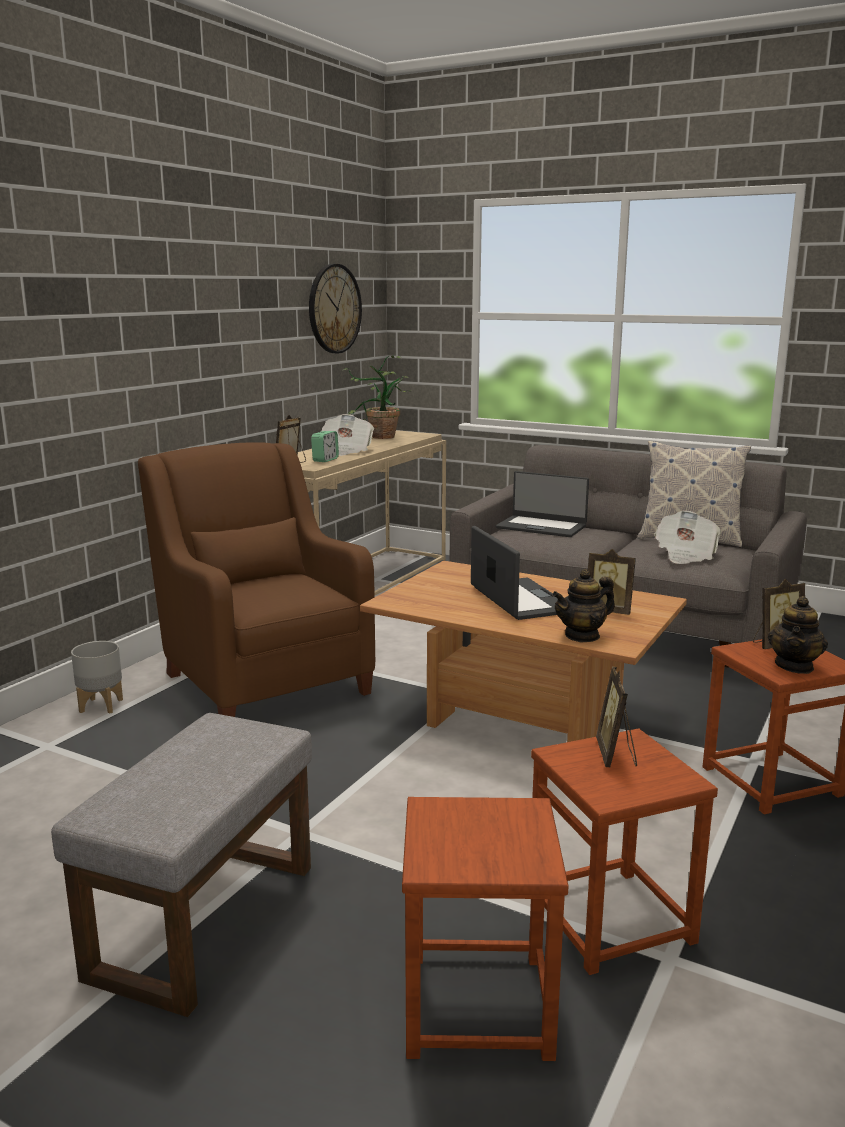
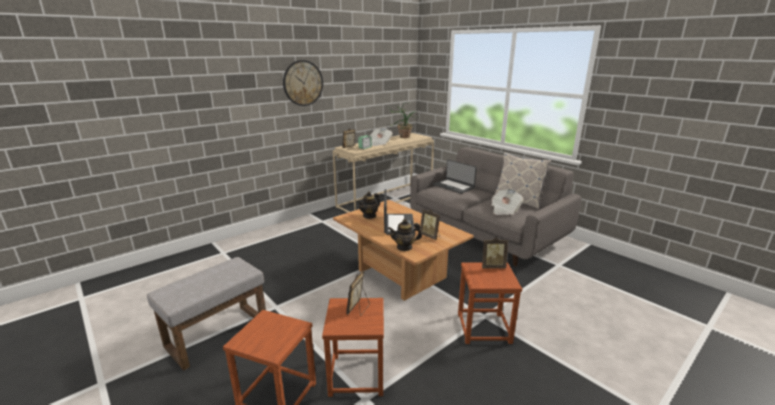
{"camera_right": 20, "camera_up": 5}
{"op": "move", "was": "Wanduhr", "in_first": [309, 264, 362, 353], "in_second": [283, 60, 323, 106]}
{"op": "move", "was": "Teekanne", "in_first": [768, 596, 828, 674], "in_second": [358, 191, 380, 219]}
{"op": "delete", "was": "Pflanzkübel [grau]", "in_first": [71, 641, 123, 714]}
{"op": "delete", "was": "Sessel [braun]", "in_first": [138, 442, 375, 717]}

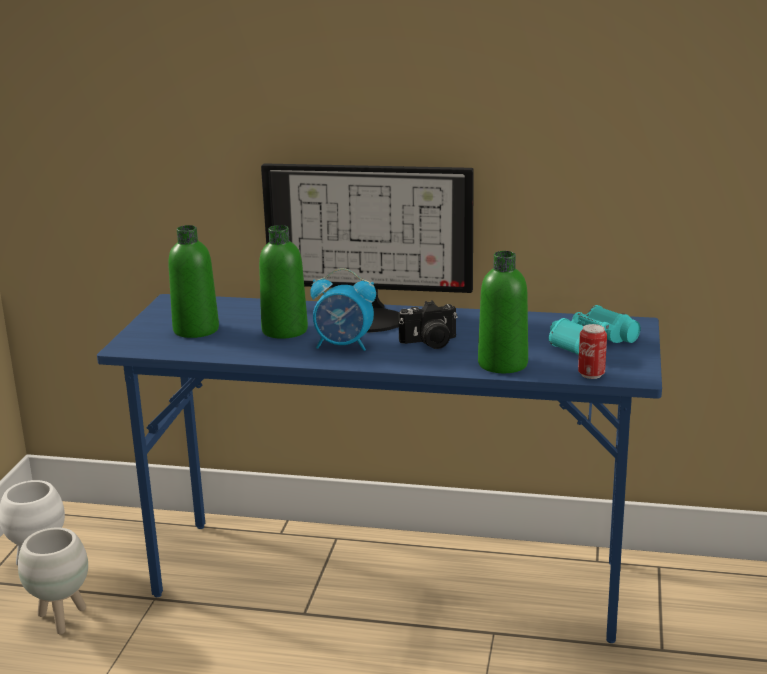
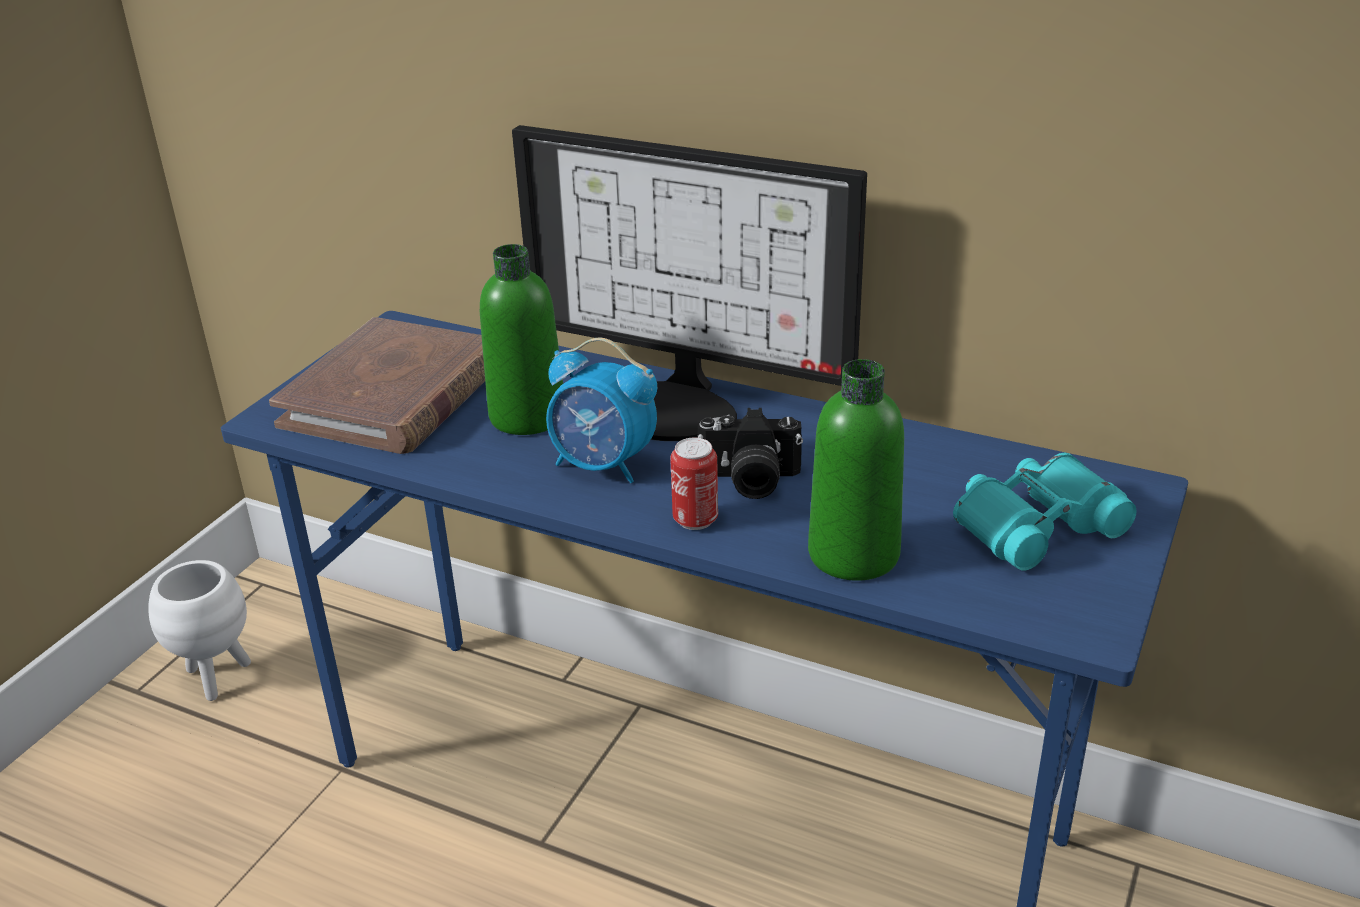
{"camera_right": 15, "camera_up": 10}
{"op": "replace", "was": "Flasche [grün]", "now": "Buch [braun]", "in_first": [168, 225, 219, 338], "in_second": [269, 317, 485, 454]}
{"op": "move", "was": "Dose", "in_first": [578, 324, 607, 379], "in_second": [670, 438, 718, 530]}
{"op": "delete", "was": "Pflanzkübel [weiß]", "in_first": [18, 528, 88, 634]}

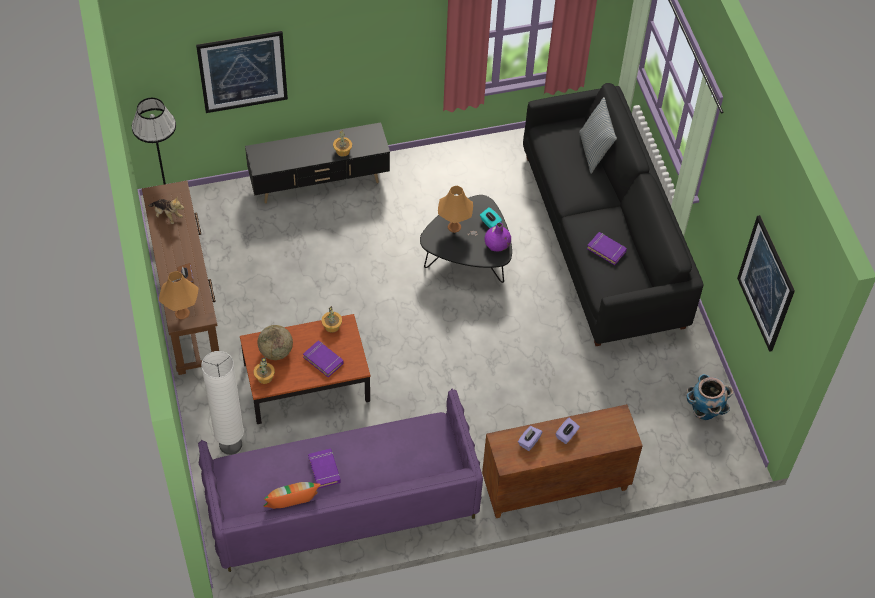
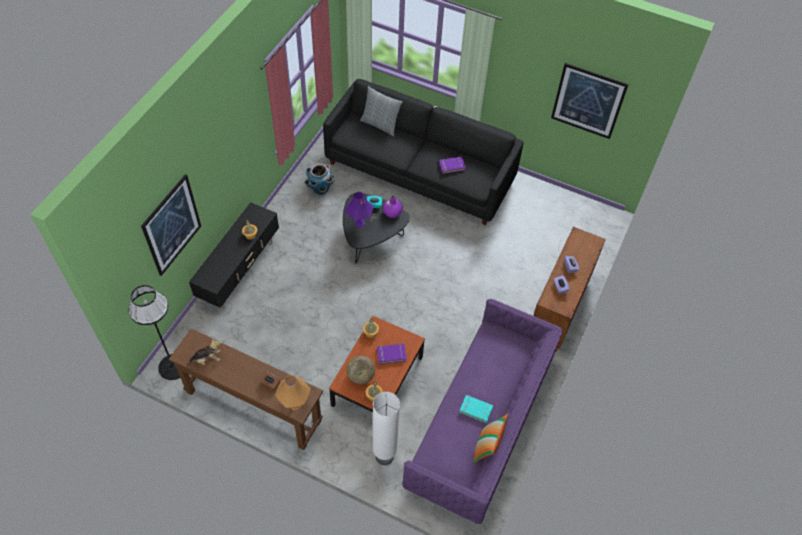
{"camera_right": -50, "camera_up": 0}
{"op": "move", "was": "Pflanzkübel", "in_first": [687, 374, 734, 420], "in_second": [304, 163, 335, 195]}
{"op": "recolor", "was": "Tischlampe [orange]", "now": "Tischlampe [lila]", "in_first": [438, 186, 473, 233], "in_second": [345, 192, 373, 228]}
{"op": "recolor", "was": "Buch [lila]", "now": "Buch [türkis]", "in_first": [308, 449, 341, 489], "in_second": [459, 395, 493, 423]}

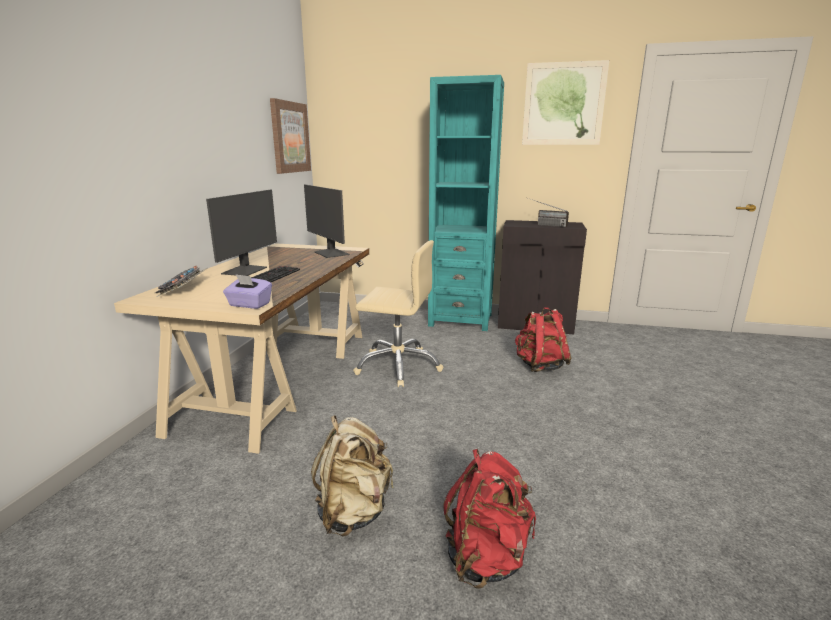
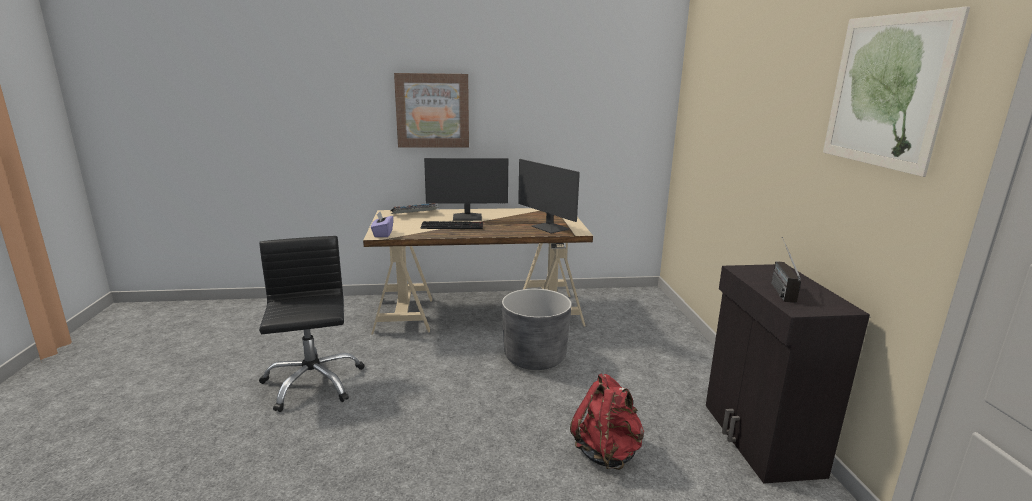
{"camera_right": 70, "camera_up": 0}
{"op": "replace", "was": "Rucksack [beige]", "now": "Bürostuhl [schwarz]", "in_first": [311, 415, 394, 537], "in_second": [259, 236, 365, 412]}
{"op": "move", "was": "Bild", "in_first": [270, 98, 311, 174], "in_second": [394, 73, 469, 147]}
{"op": "replace", "was": "Bürostuhl [beige]", "now": "Pflanzkübel [grau]", "in_first": [353, 240, 443, 387], "in_second": [502, 289, 572, 370]}
{"op": "rotate", "was": "Monitor", "in_first": [304, 185, 350, 258], "in_second": [518, 159, 580, 234], "clockwise": -75}
{"op": "delete", "was": "Bücherregal [türkis]", "in_first": [428, 75, 504, 331]}
{"op": "delete", "was": "Rucksack [rot]", "in_first": [443, 449, 536, 589]}

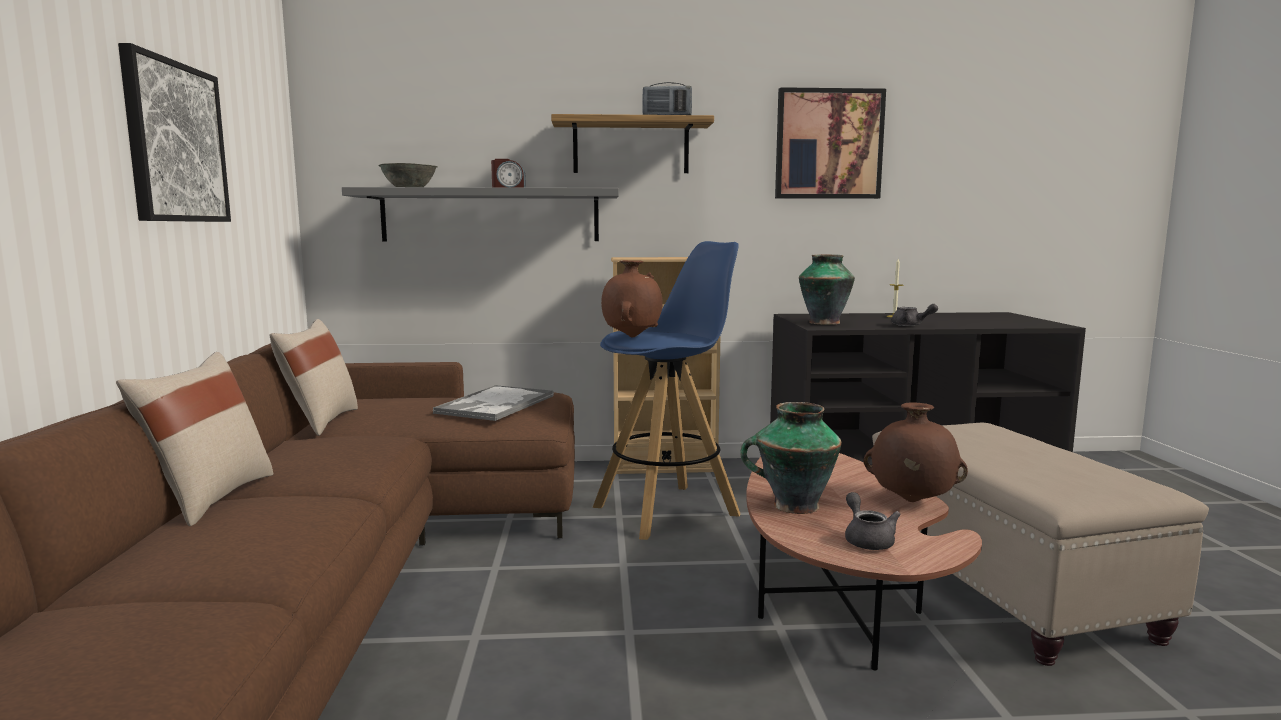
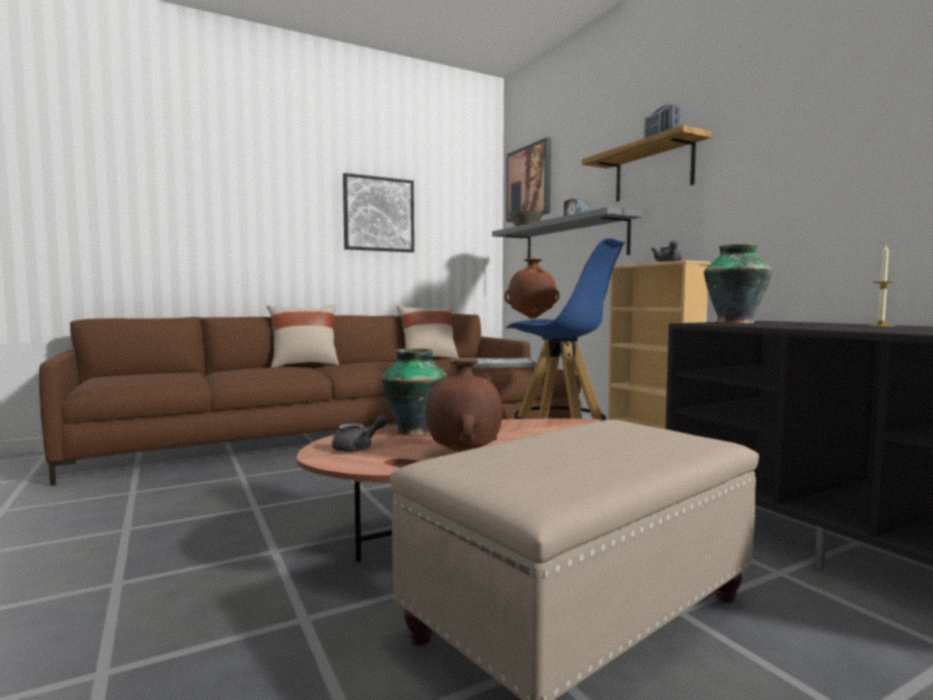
{"camera_right": 65, "camera_up": -5}
{"op": "move", "was": "Bild", "in_first": [775, 87, 886, 199], "in_second": [506, 137, 551, 222]}
{"op": "move", "was": "Teekanne [grau]", "in_first": [891, 304, 938, 326], "in_second": [651, 240, 682, 262]}

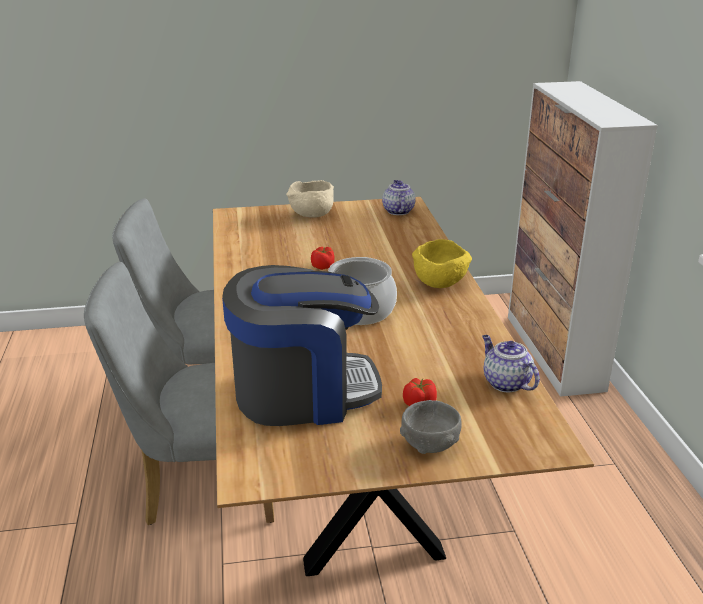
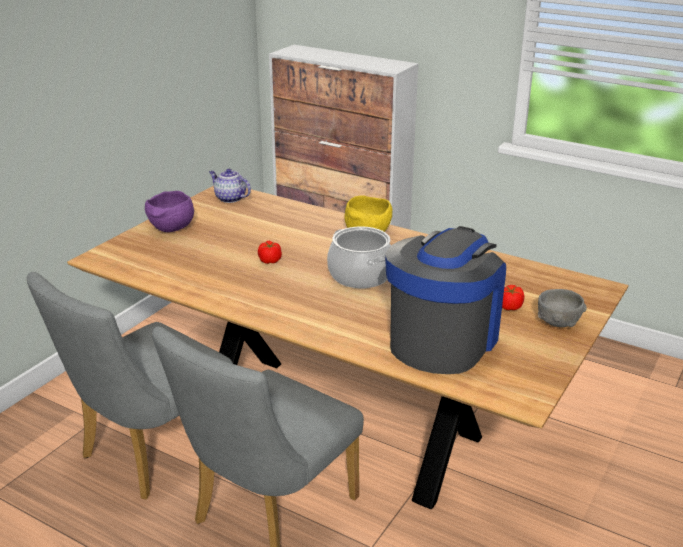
{"camera_right": -50, "camera_up": 0}
{"op": "recolor", "was": "Schüssel [beige]", "now": "Schüssel [lila]", "in_first": [286, 180, 334, 218], "in_second": [145, 191, 194, 232]}
{"op": "delete", "was": "Teekanne", "in_first": [482, 335, 540, 392]}

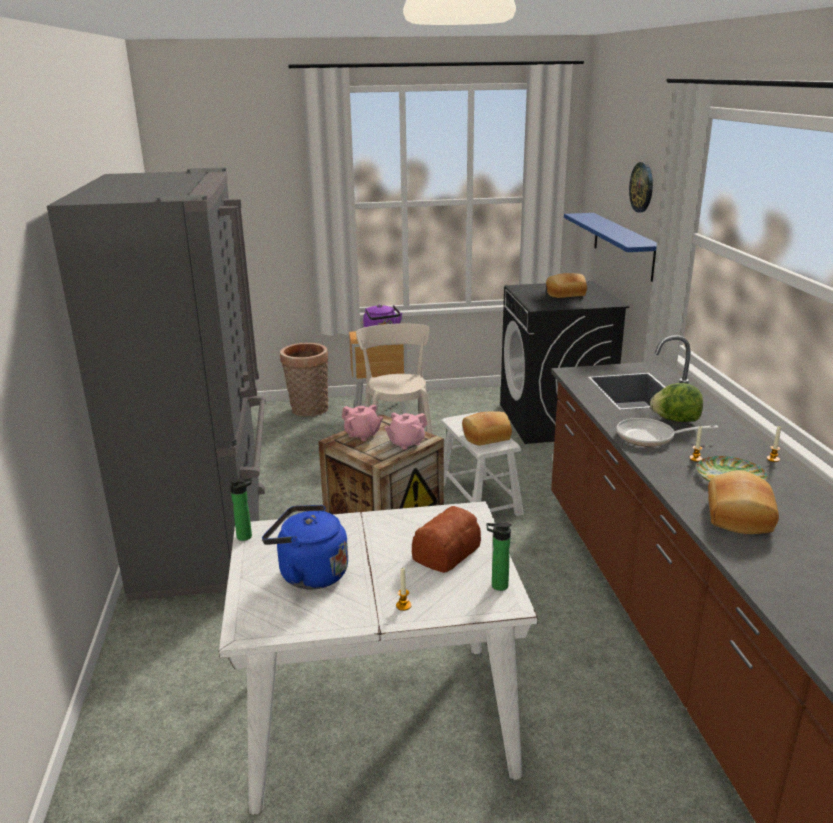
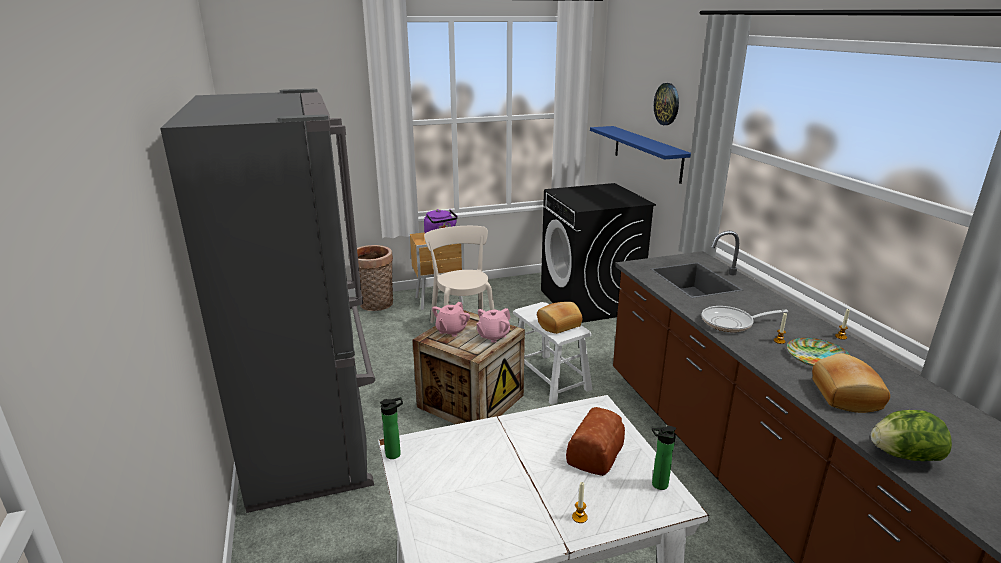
{"camera_right": -10, "camera_up": 0}
{"op": "rotate", "was": "Teekanne [rosa]", "in_first": [342, 405, 383, 441], "in_second": [432, 302, 470, 337], "clockwise": 90}
{"op": "move", "was": "Salatkopf", "in_first": [650, 383, 703, 422], "in_second": [871, 410, 952, 461]}
{"op": "delete", "was": "Wasserkessel [blau]", "in_first": [262, 505, 348, 589]}
{"op": "delete", "was": "Brot", "in_first": [546, 273, 587, 298]}

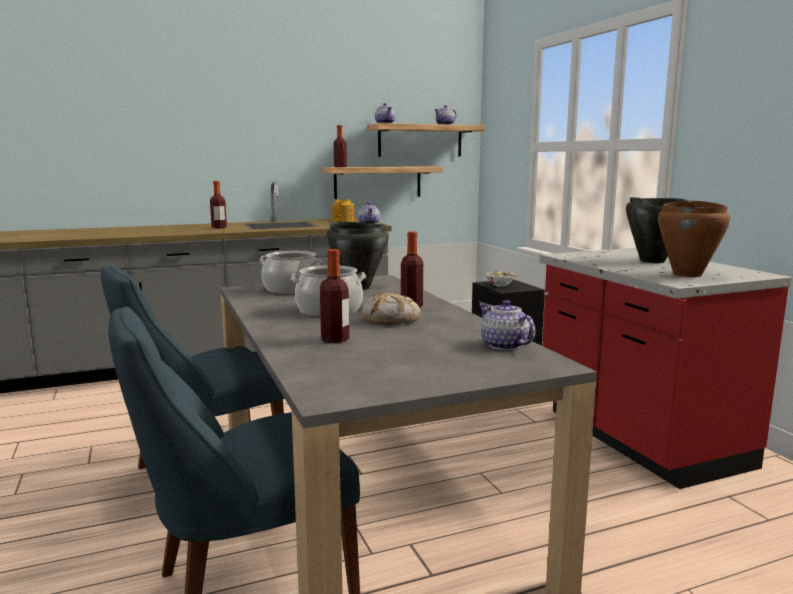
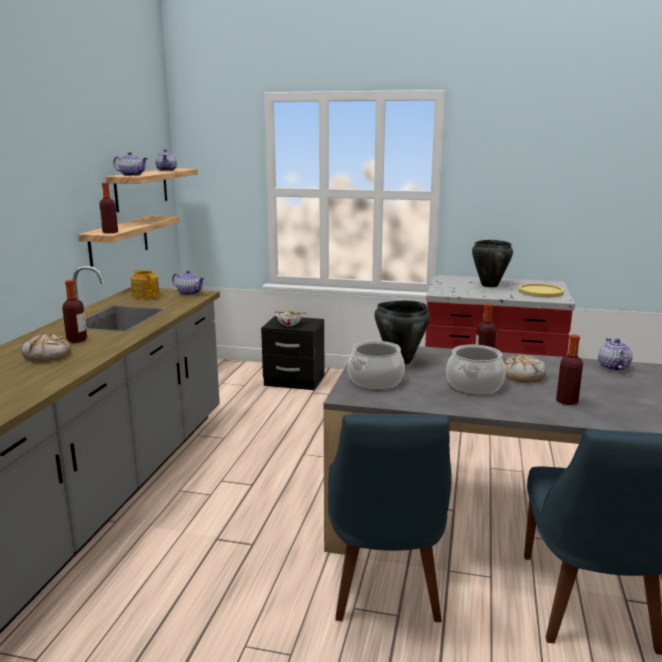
{"camera_right": -55, "camera_up": 5}
{"op": "insert", "now": "Brot", "in_second": [21, 333, 71, 361]}
{"op": "replace", "was": "Kochtopf [braun]", "now": "Teller [gelb]", "in_first": [658, 200, 730, 277], "in_second": [518, 283, 564, 298]}
{"op": "rotate", "was": "Teekanne", "in_first": [479, 300, 536, 350], "in_second": [598, 338, 633, 371], "clockwise": 90}

